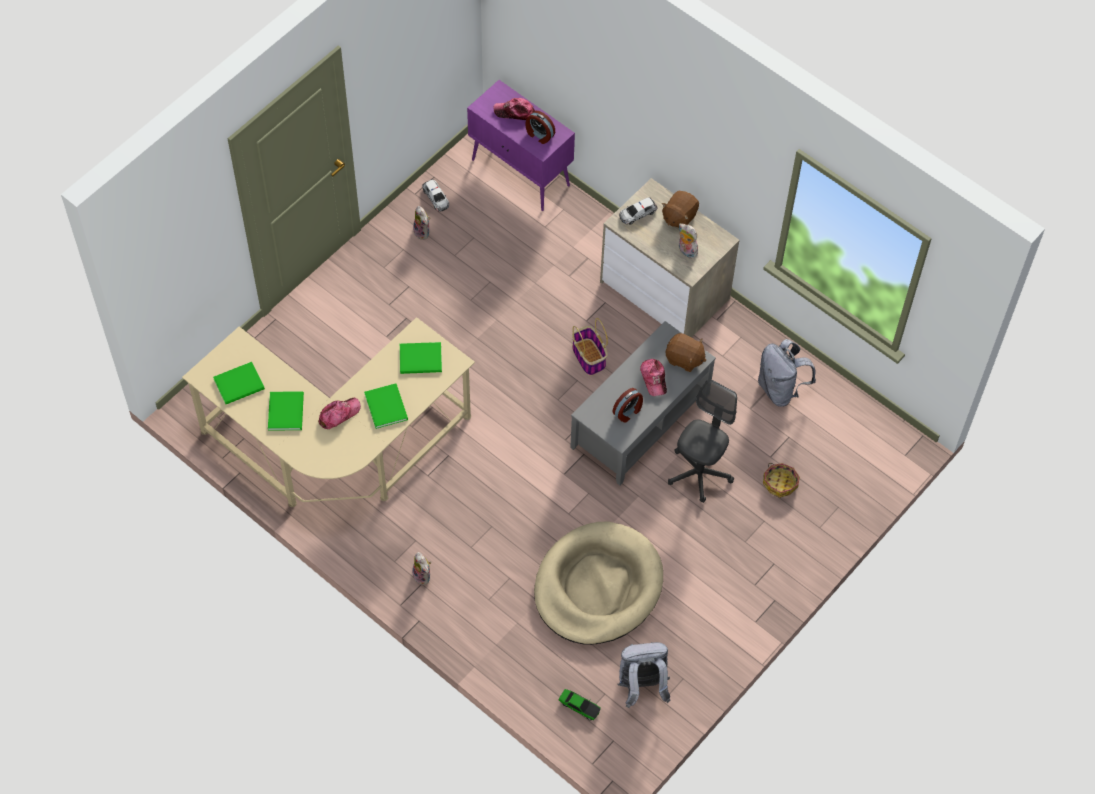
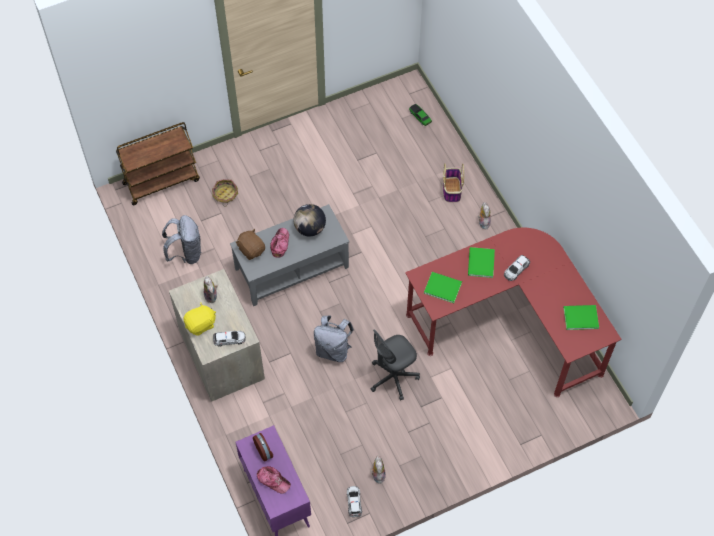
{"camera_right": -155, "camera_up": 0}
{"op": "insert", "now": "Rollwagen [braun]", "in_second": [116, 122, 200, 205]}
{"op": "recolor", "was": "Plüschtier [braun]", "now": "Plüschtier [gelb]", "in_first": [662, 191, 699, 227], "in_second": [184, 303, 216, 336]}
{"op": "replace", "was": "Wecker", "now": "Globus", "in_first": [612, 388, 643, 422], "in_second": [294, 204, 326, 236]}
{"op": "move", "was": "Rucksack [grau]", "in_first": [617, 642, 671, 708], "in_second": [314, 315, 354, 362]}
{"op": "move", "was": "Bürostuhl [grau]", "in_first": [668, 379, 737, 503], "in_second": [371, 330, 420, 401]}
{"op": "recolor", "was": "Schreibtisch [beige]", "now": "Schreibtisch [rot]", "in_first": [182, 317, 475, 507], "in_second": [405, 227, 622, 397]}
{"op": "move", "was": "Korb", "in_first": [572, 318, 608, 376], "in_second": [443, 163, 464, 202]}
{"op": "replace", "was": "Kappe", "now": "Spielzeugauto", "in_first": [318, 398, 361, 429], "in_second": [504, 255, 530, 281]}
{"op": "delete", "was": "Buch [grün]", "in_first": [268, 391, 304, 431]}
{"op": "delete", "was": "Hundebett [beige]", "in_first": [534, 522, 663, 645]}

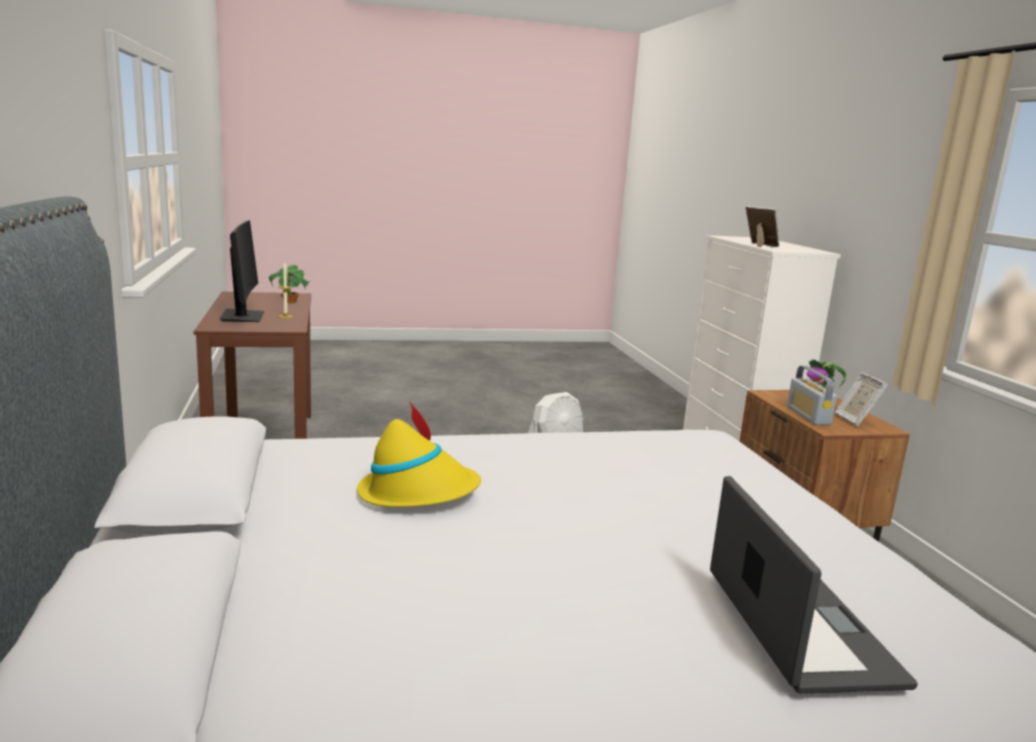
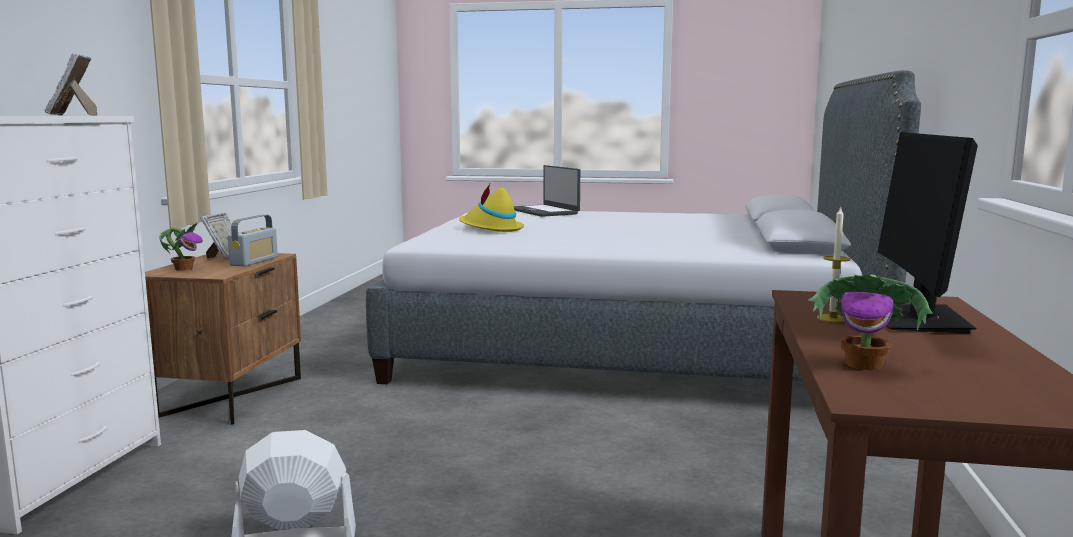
{"camera_right": -155, "camera_up": -5}
{"op": "move", "was": "Hut [gelb]", "in_first": [357, 402, 481, 507], "in_second": [459, 184, 524, 232]}
{"op": "rotate", "was": "Laptop", "in_first": [710, 476, 918, 694], "in_second": [514, 165, 580, 217], "clockwise": -45}

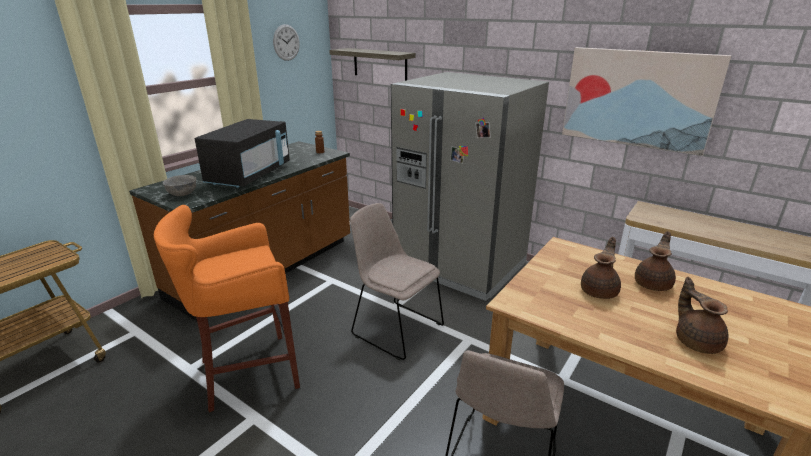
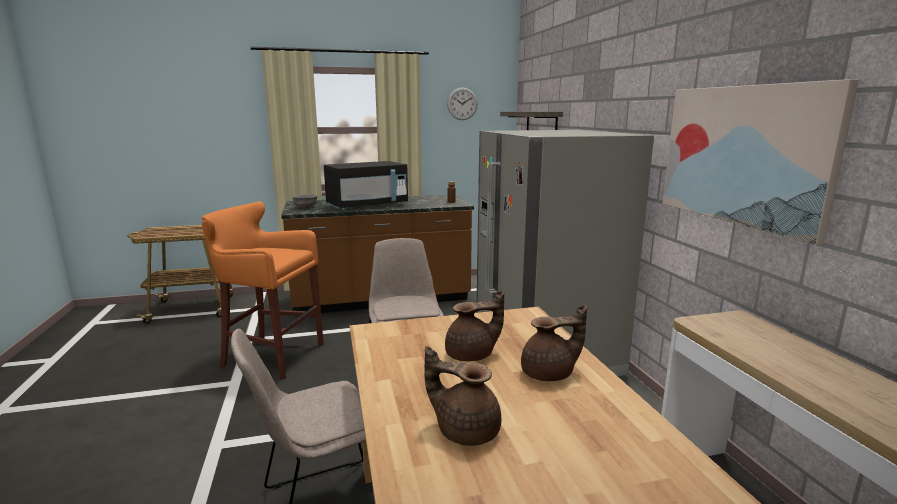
{"camera_right": 40, "camera_up": -10}
{"op": "rotate", "was": "Teekanne [braun]", "in_first": [676, 277, 728, 354], "in_second": [424, 346, 501, 446], "clockwise": -90}

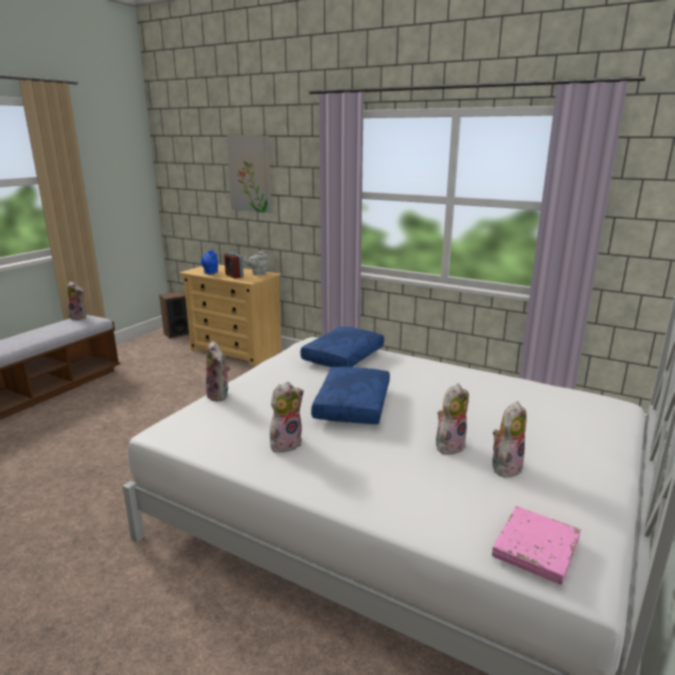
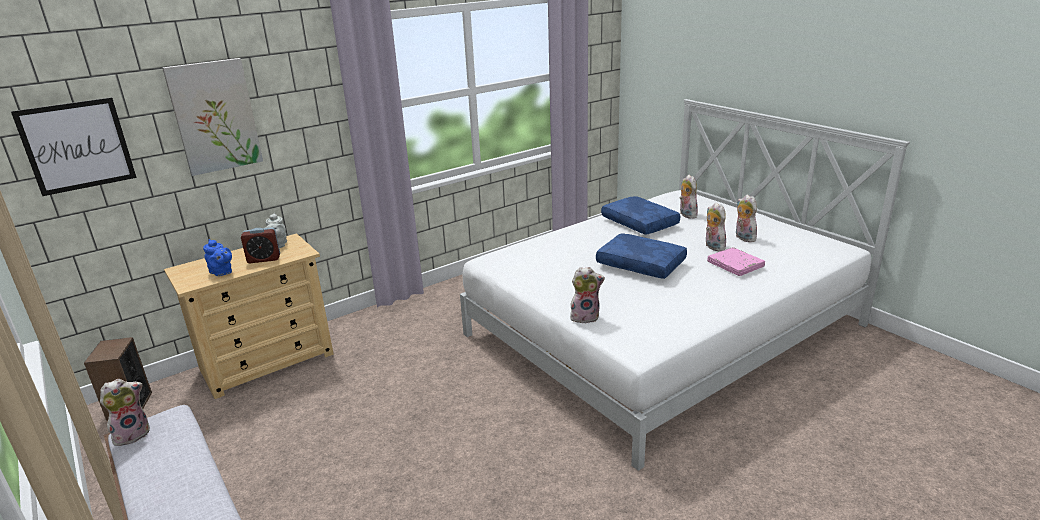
{"camera_right": -65, "camera_up": 5}
{"op": "insert", "now": "Bild", "in_second": [11, 97, 137, 196]}
{"op": "move", "was": "Kissen [blau]", "in_first": [300, 326, 384, 367], "in_second": [601, 196, 680, 235]}
{"op": "move", "was": "Plüschtier", "in_first": [270, 382, 304, 452], "in_second": [679, 174, 698, 219]}
{"op": "move", "was": "Buch [rosa]", "in_first": [492, 506, 581, 585], "in_second": [707, 247, 765, 276]}

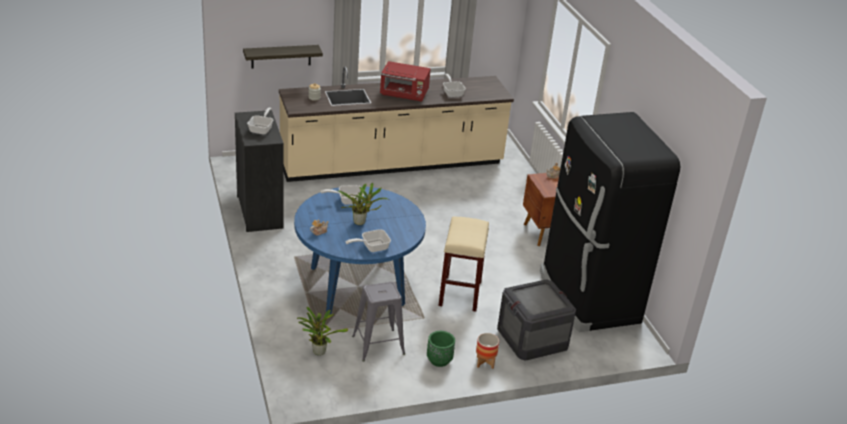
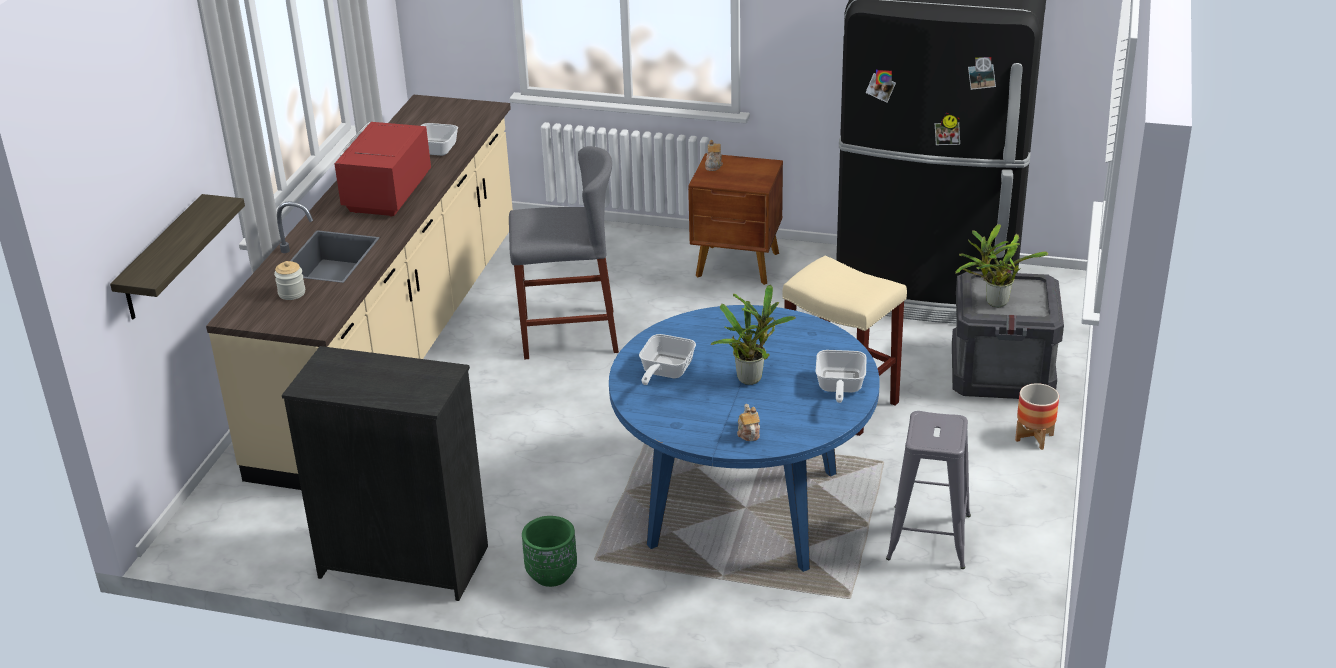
{"camera_right": -55, "camera_up": 0}
{"op": "rotate", "was": "Mikrowelle [rot]", "in_first": [380, 61, 431, 102], "in_second": [334, 122, 431, 217], "clockwise": 150}
{"op": "insert", "now": "Hocker [grau]", "in_second": [509, 146, 619, 359]}
{"op": "move", "was": "Pflanzkübel [grün]", "in_first": [427, 331, 455, 367], "in_second": [522, 516, 577, 587]}
{"op": "move", "was": "Topfpflanze", "in_first": [297, 307, 348, 356], "in_second": [955, 224, 1048, 307]}
{"op": "delete", "was": "Pfanne", "in_first": [247, 107, 273, 134]}

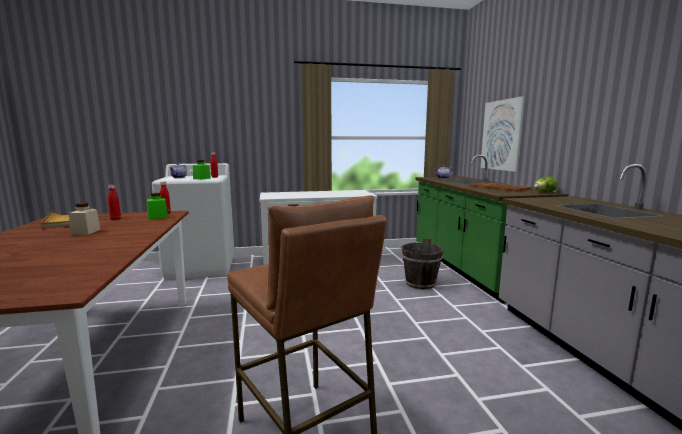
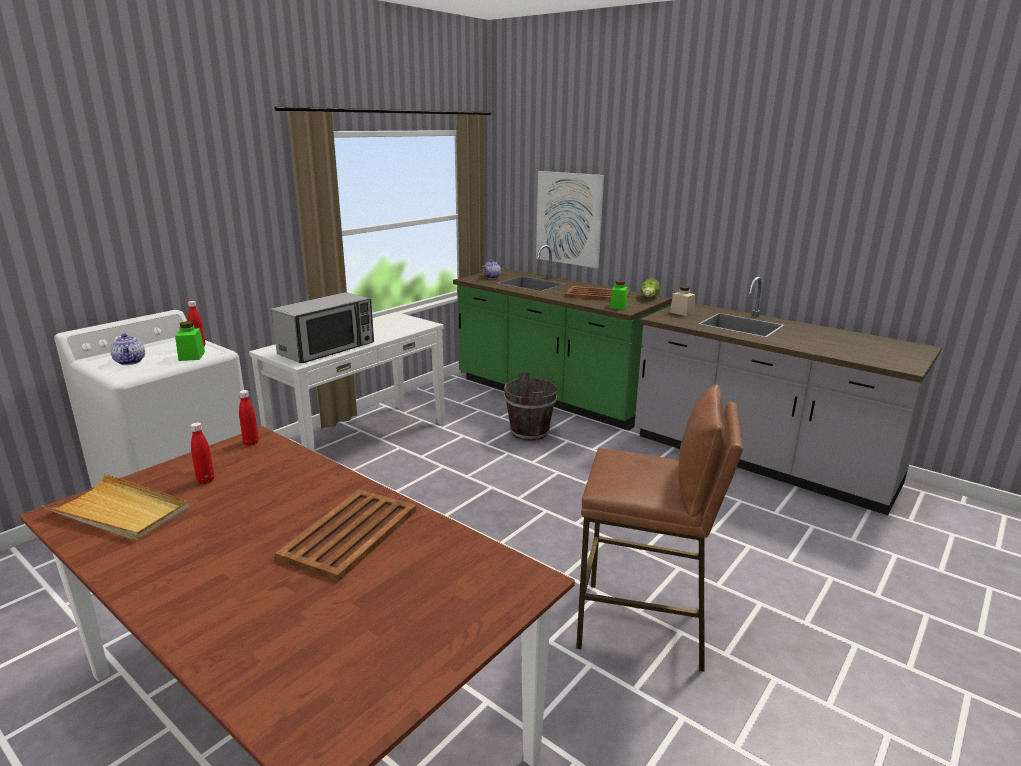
{"camera_right": -40, "camera_up": 10}
{"op": "insert", "now": "Mikrowelle", "in_second": [271, 292, 374, 363]}
{"op": "insert", "now": "Tablett [braun]", "in_second": [275, 489, 416, 582]}
{"op": "move", "was": "Vorratsglas [grün]", "in_first": [147, 193, 168, 220], "in_second": [610, 281, 628, 309]}
{"op": "move", "was": "Vorratsglas [beige]", "in_first": [69, 203, 101, 235], "in_second": [670, 286, 695, 316]}

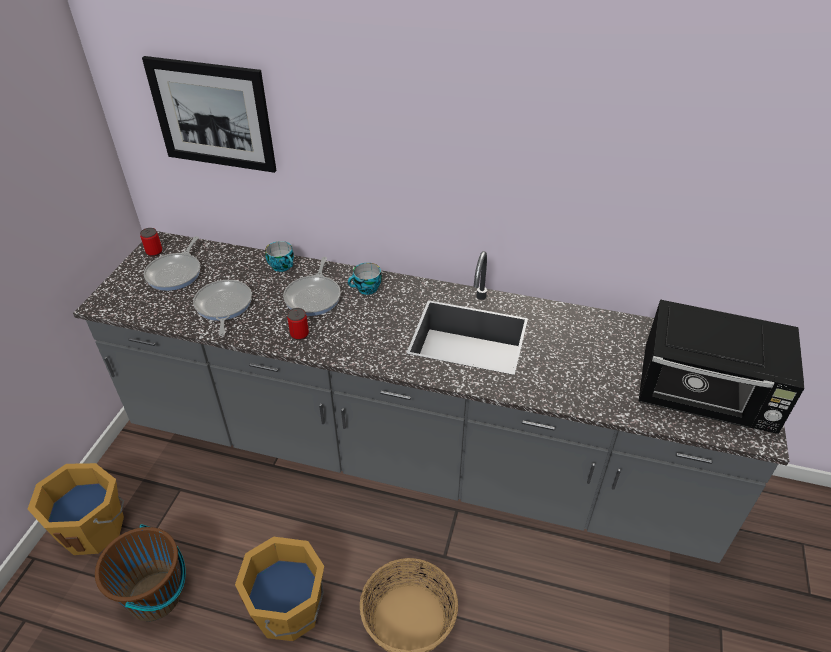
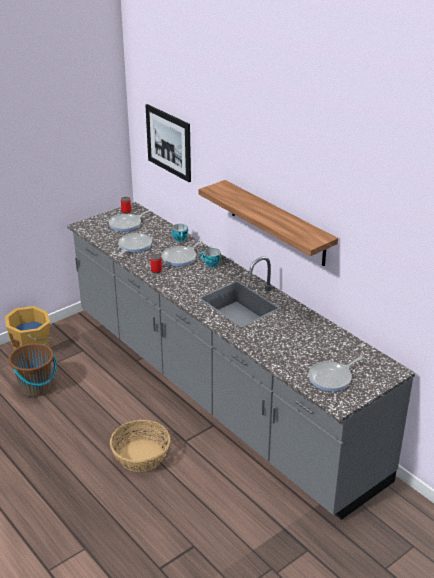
{"camera_right": 35, "camera_up": -10}
{"op": "insert", "now": "Wandregal", "in_second": [199, 180, 338, 266]}
{"op": "replace", "was": "Mikrowelle [schwarz]", "now": "Pfanne", "in_first": [638, 299, 804, 434], "in_second": [308, 357, 362, 391]}
{"op": "delete", "was": "Eimer [orange]", "in_first": [235, 537, 324, 641]}

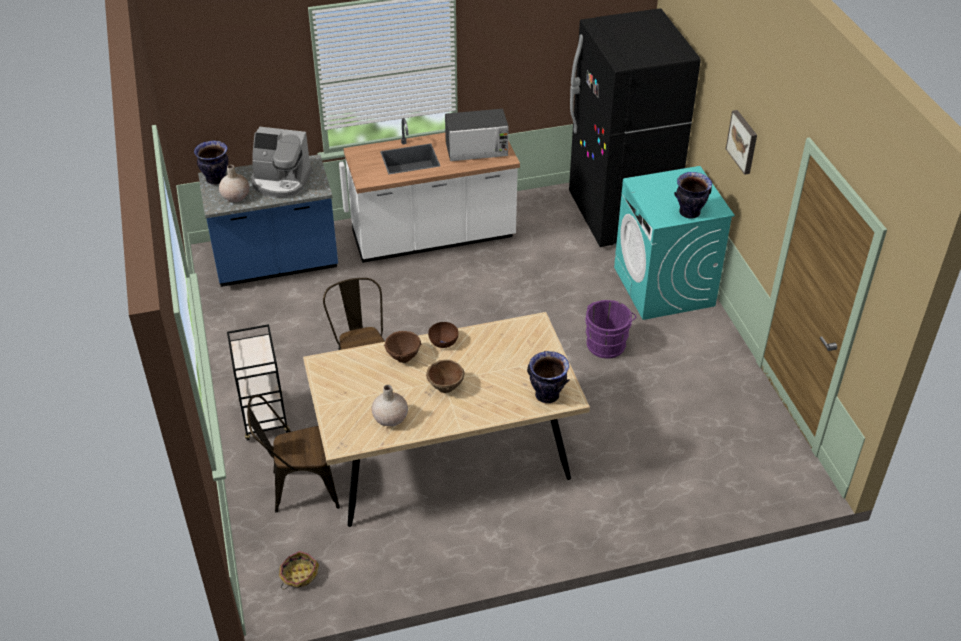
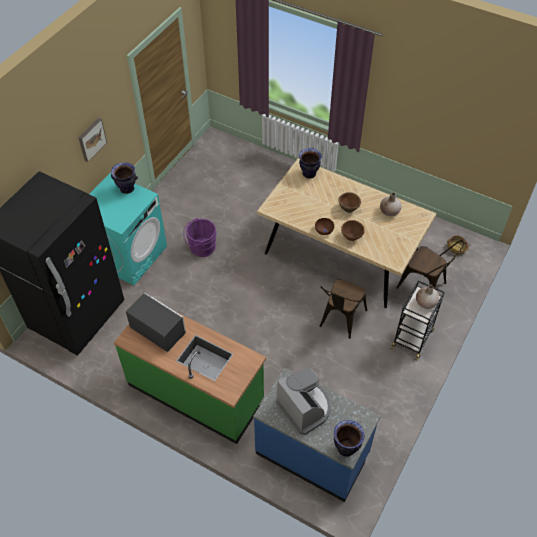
{"camera_right": -135, "camera_up": 10}
{"op": "recolor", "was": "Küchenzeile [weiß]", "now": "Küchenzeile [grün]", "in_first": [343, 118, 520, 263], "in_second": [114, 313, 266, 444]}
{"op": "move", "was": "Vase [beige]", "in_first": [219, 165, 250, 202], "in_second": [416, 284, 439, 309]}

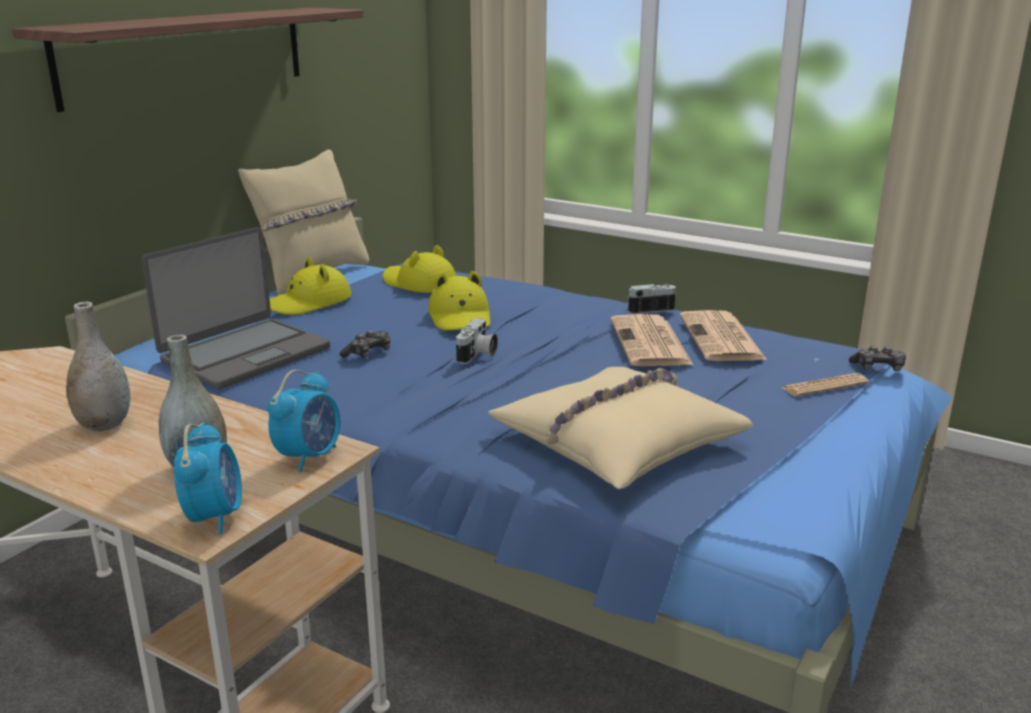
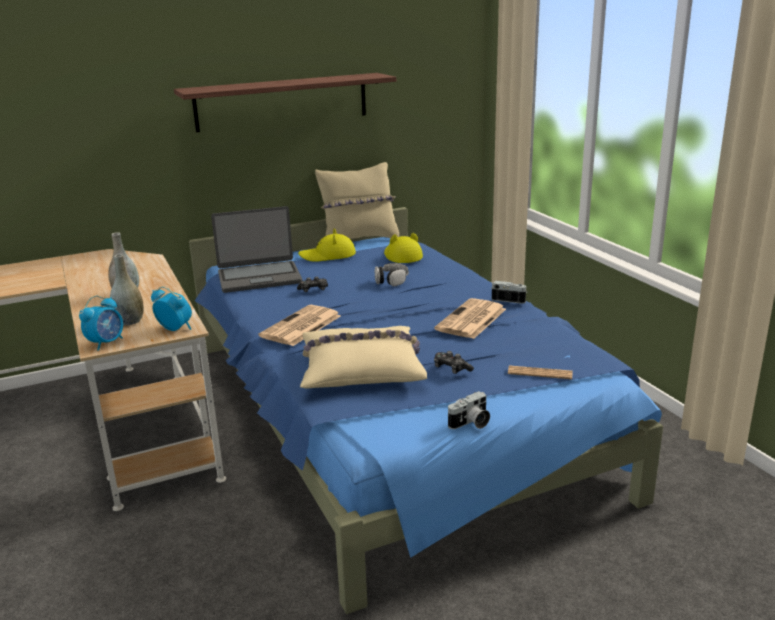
{"camera_right": 35, "camera_up": 0}
{"op": "rotate", "was": "Wecker", "in_first": [267, 370, 340, 472], "in_second": [151, 286, 192, 331], "clockwise": -120}
{"op": "move", "was": "Zeitung", "in_first": [679, 310, 767, 361], "in_second": [259, 305, 341, 346]}
{"op": "replace", "was": "Hut [gelb]", "now": "Kopfhörer", "in_first": [428, 271, 490, 330], "in_second": [375, 263, 409, 286]}
{"op": "move", "was": "Gamepad", "in_first": [849, 345, 906, 372], "in_second": [434, 351, 474, 374]}
{"op": "move", "was": "Kamera", "in_first": [456, 318, 498, 364], "in_second": [448, 391, 490, 429]}

